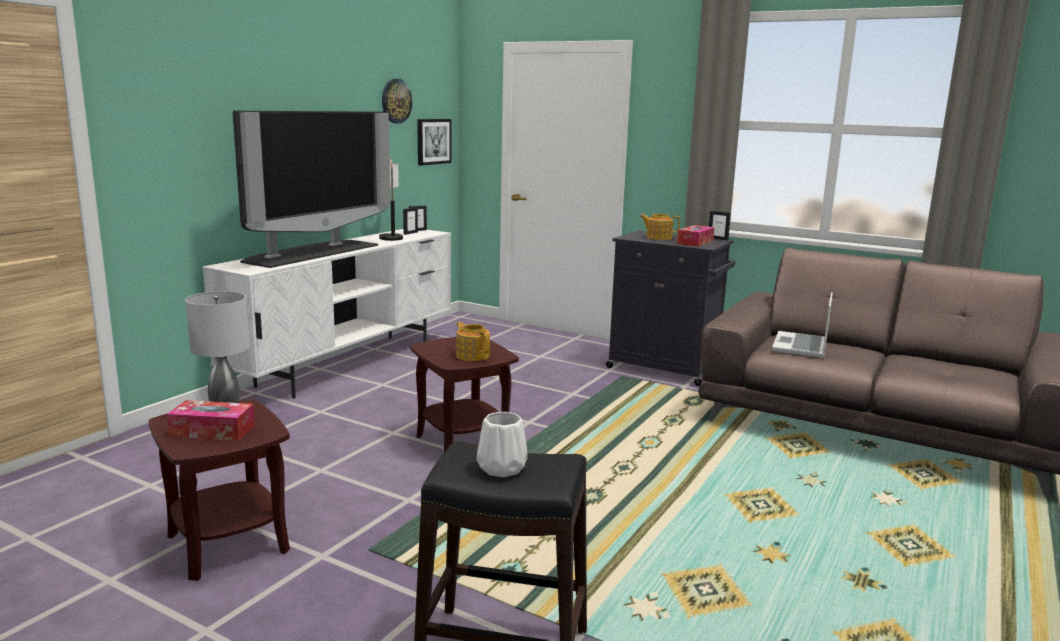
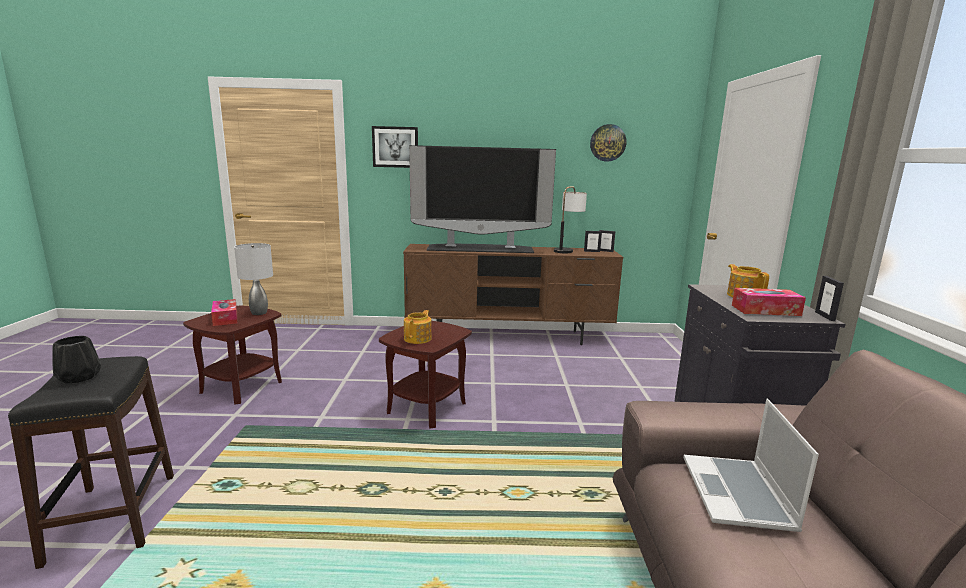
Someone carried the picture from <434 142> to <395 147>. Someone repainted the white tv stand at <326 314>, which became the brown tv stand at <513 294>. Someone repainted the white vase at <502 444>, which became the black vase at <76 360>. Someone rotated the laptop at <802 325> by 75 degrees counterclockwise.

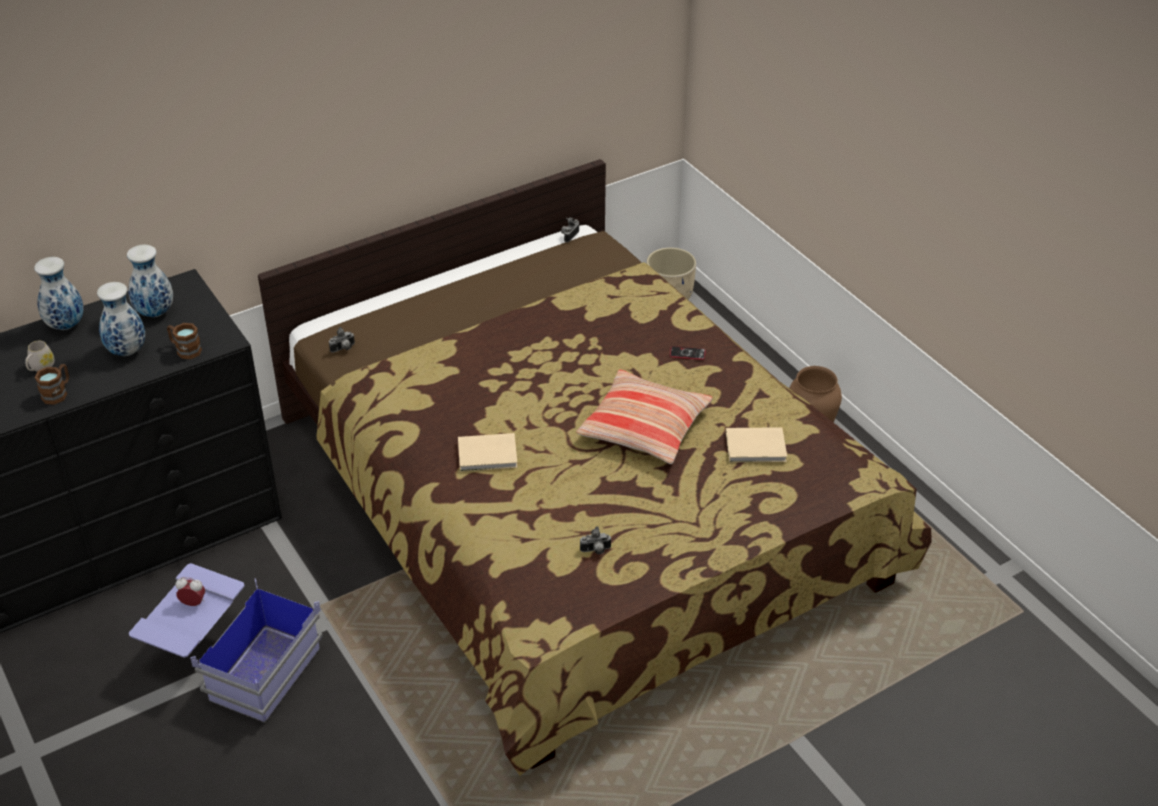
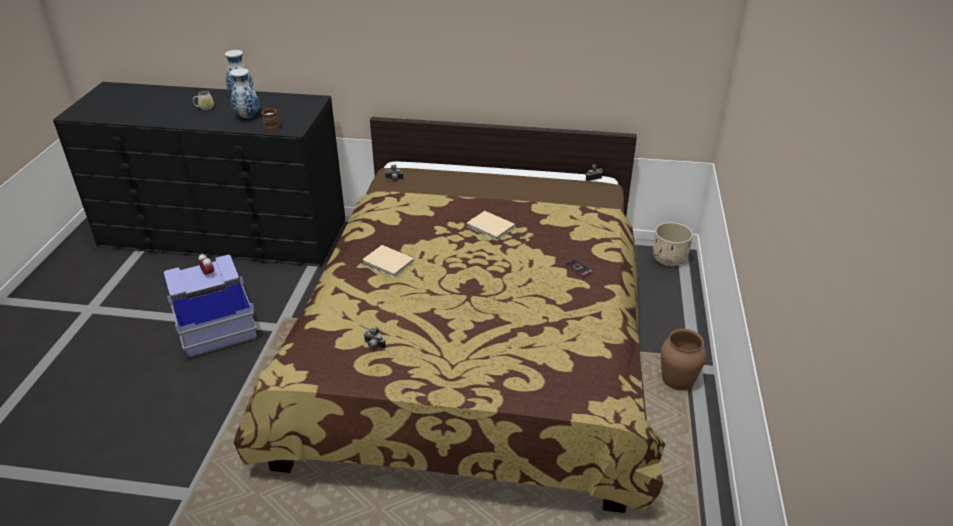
Someone took away the brown mug at <52 384>. Someone took away the vase at <150 281>. Someone took away the pillow at <644 417>. Someone carried the beige book from <756 445> to <490 226>.

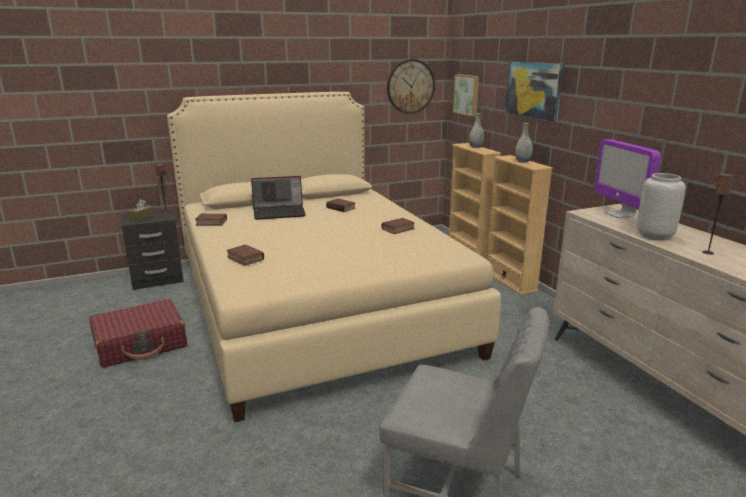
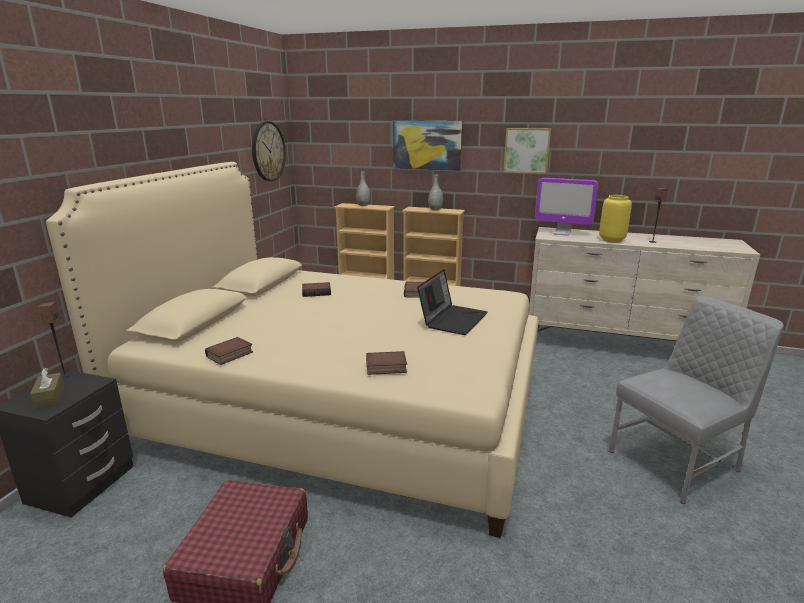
Someone carried the laptop from <278 198> to <452 302>. Someone carried the picture from <466 95> to <527 151>. Someone repainted the grey vase at <661 206>, which became the yellow vase at <615 218>.

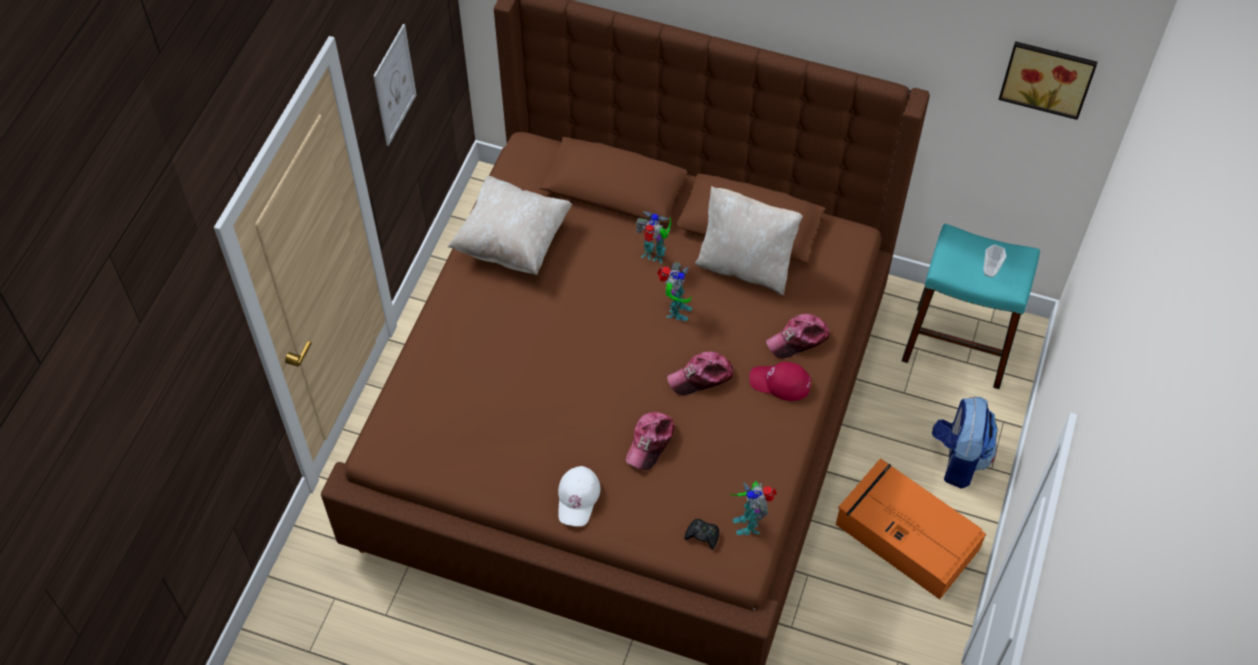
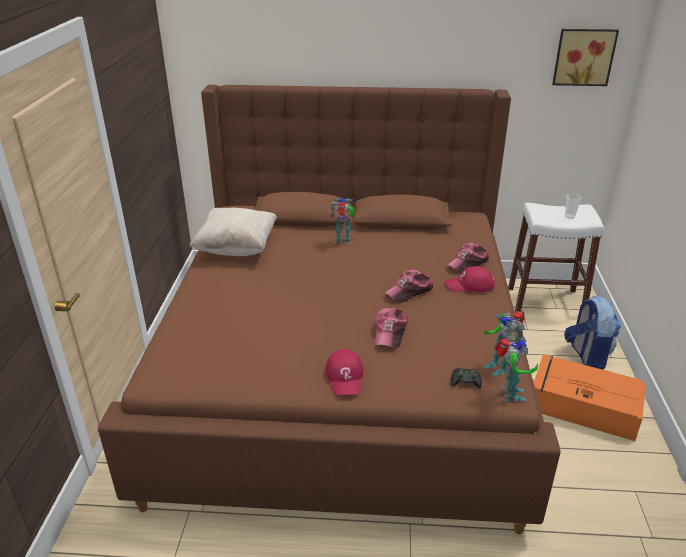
Someone took away the picture at <395 85>. Someone took away the beige pillow at <749 240>. Someone carried the toy robot from <674 291> to <516 368>. Someone repainted the white cap at <579 496>, which became the red cap at <344 372>. Someone repainted the turquoise stool at <971 306>, which became the white stool at <556 257>.

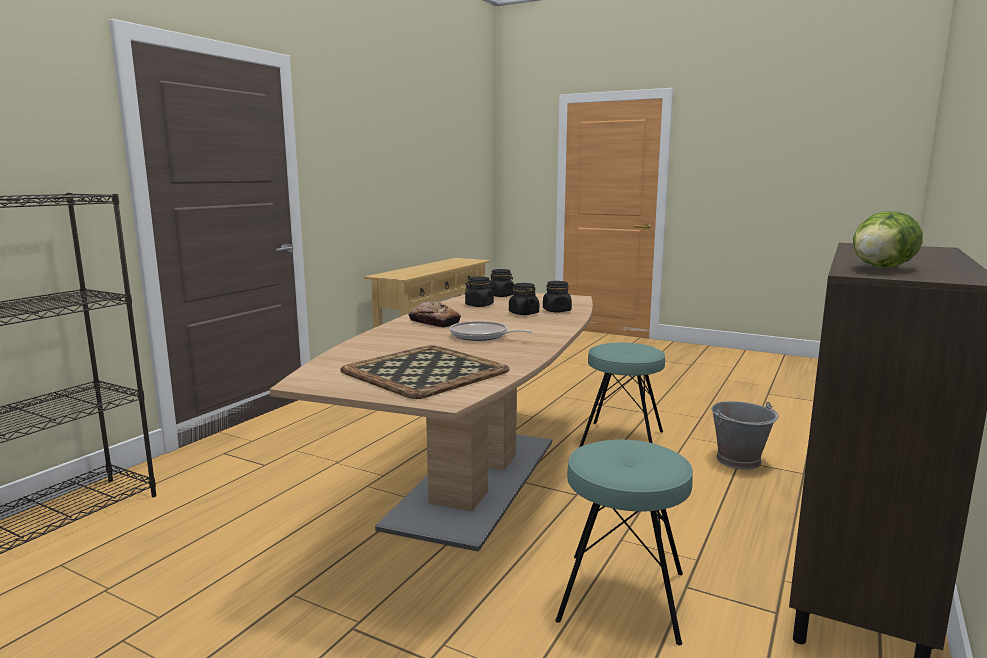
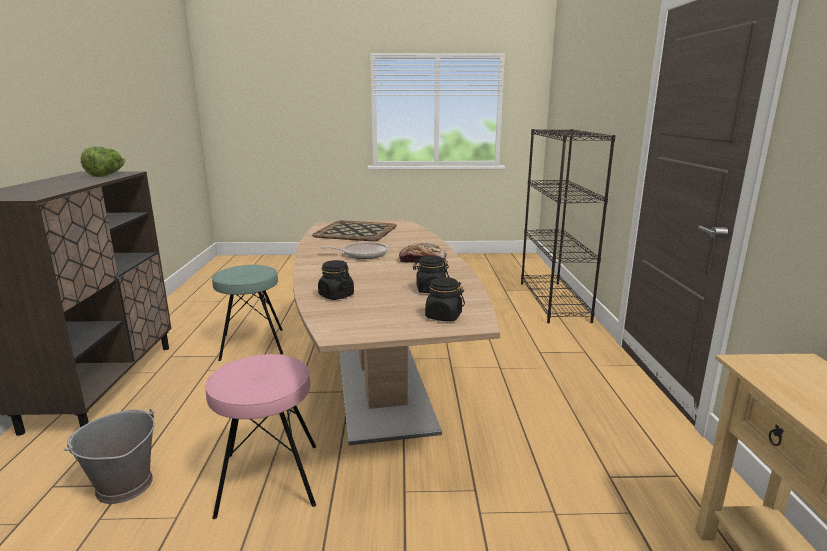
Someone took away the black jar at <524 299>. Someone repainted the turquoise stool at <622 395>, which became the pink stool at <260 436>.

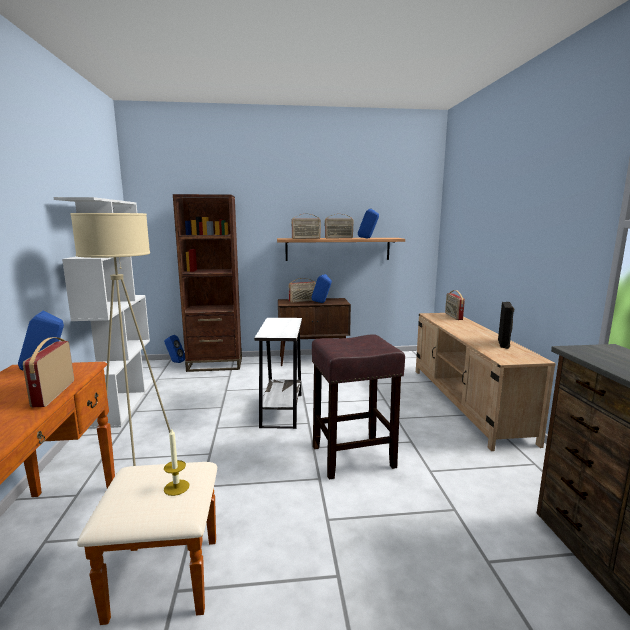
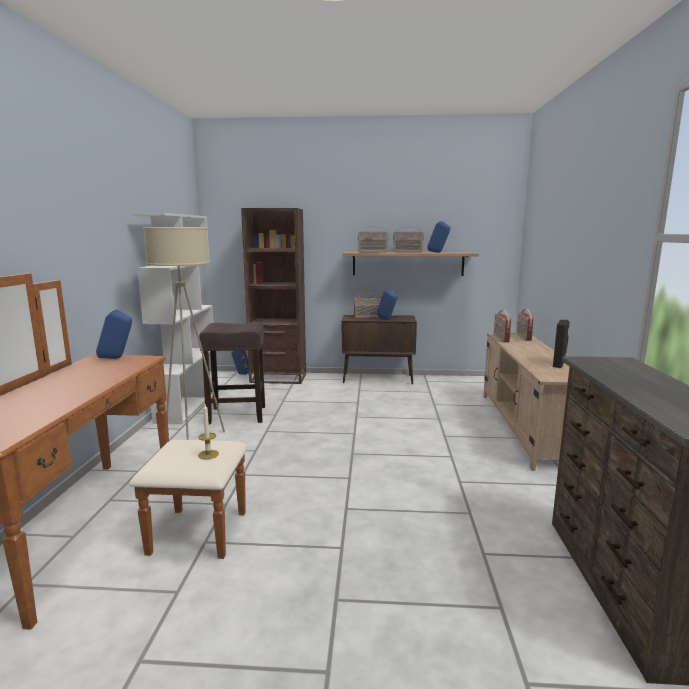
Someone took away the white side table at <278 373>. Someone carried the radio from <48 372> to <502 326>. Someone carried the brown stool from <358 407> to <232 373>.

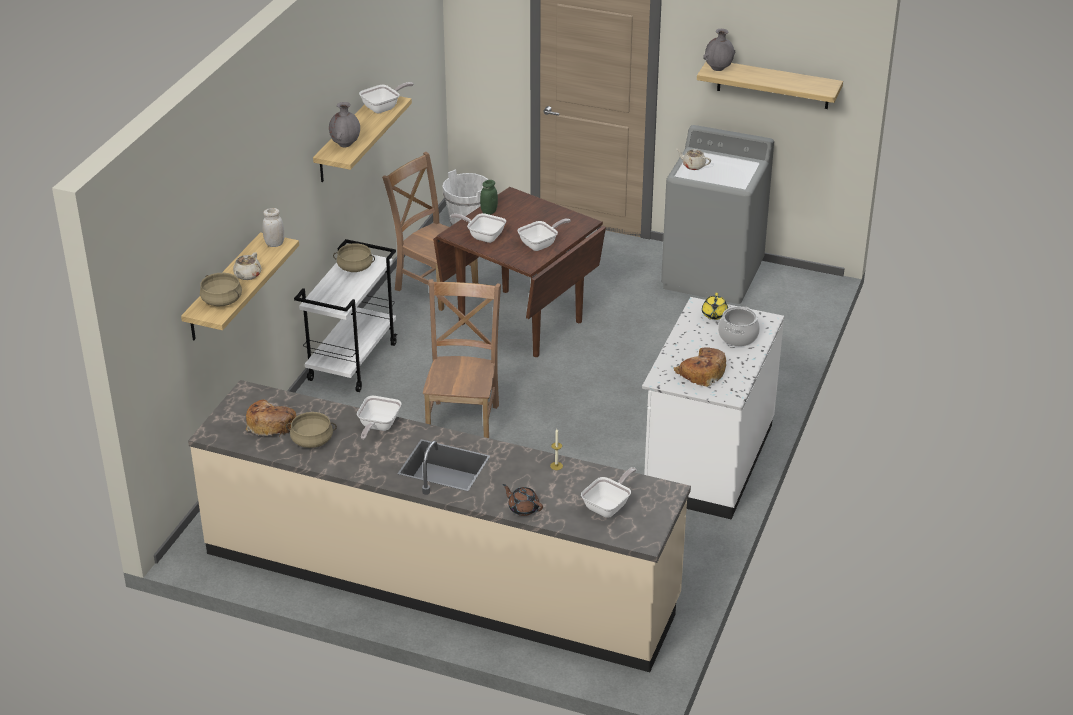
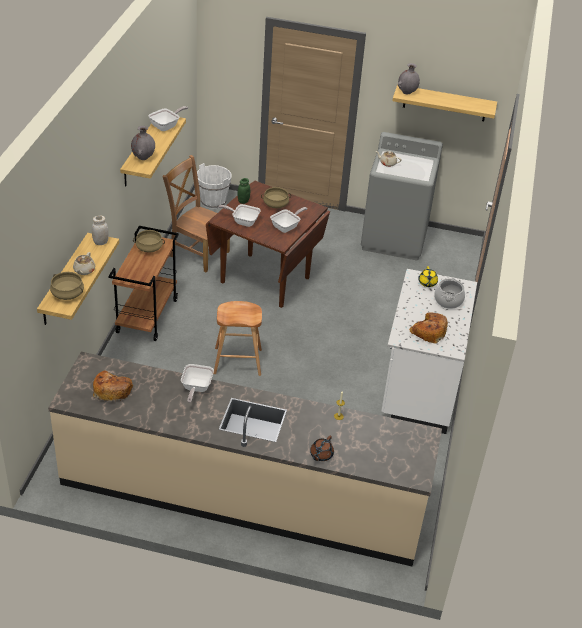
Someone took away the frying pan at <609 492>. Someone carried the beige cooking pot from <311 430> to <276 197>. Someone swapped the brown chair at <462 358> for the brown stool at <237 338>. Someone repainted the white cart at <345 315>, which became the brown cart at <143 283>. Someone rotated the brown teapot at <523 500> by 90 degrees counterclockwise.

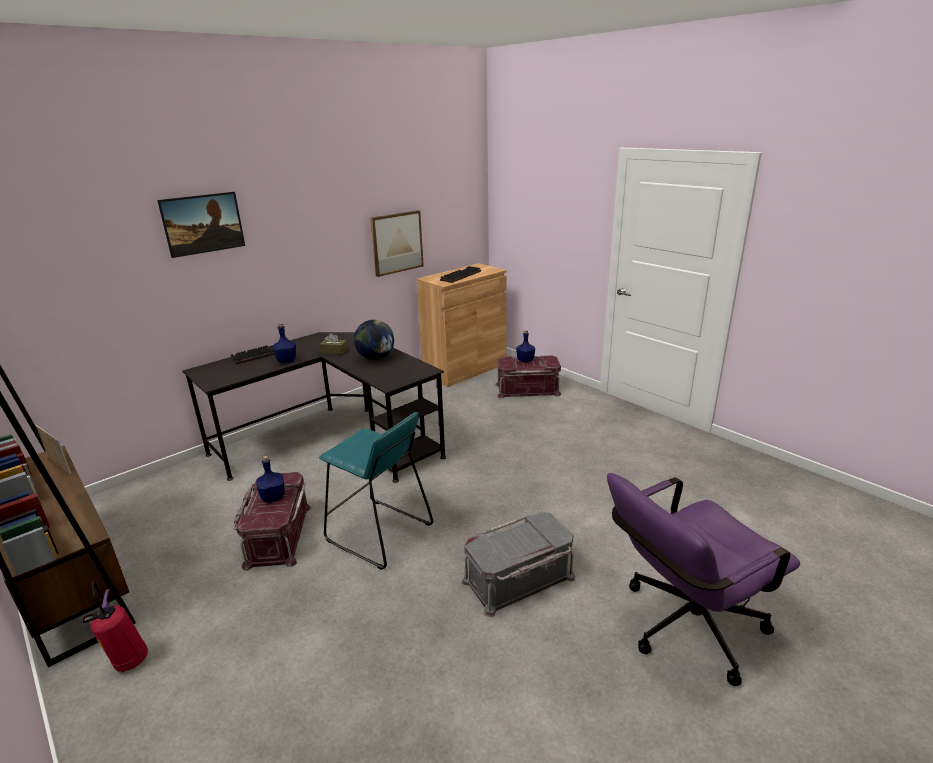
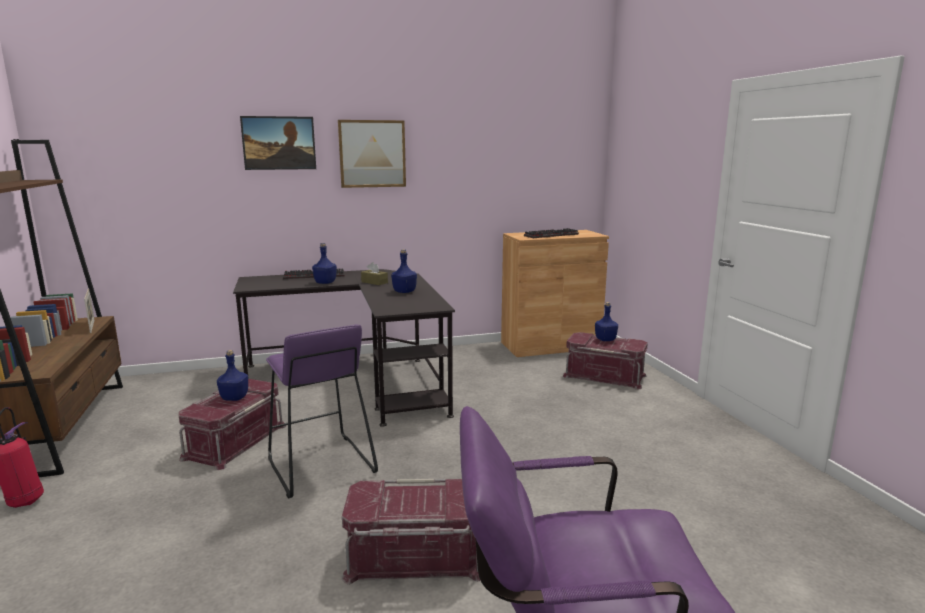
Someone carried the picture from <397 243> to <372 154>. Someone swapped the globe at <374 340> for the blue bottle at <404 271>. Someone repainted the turquoise stool at <376 491>, which became the purple stool at <322 411>. Someone repainted the grey storage box at <518 564>, which became the red storage box at <410 532>.

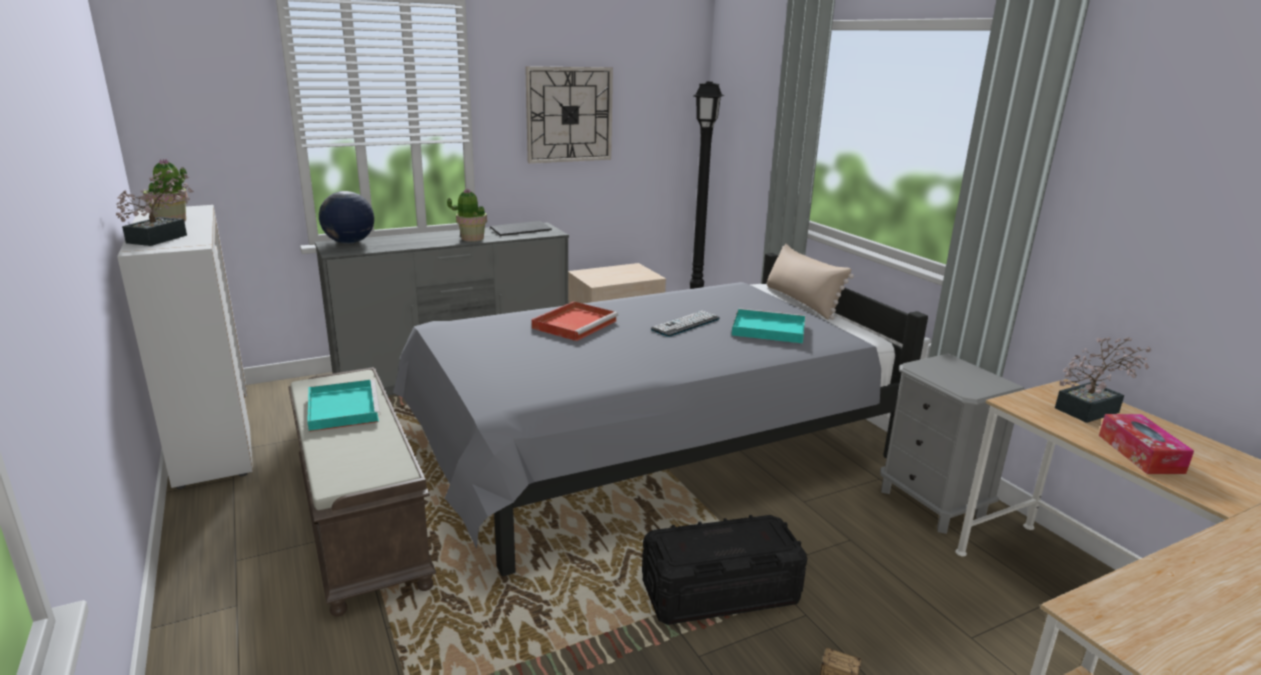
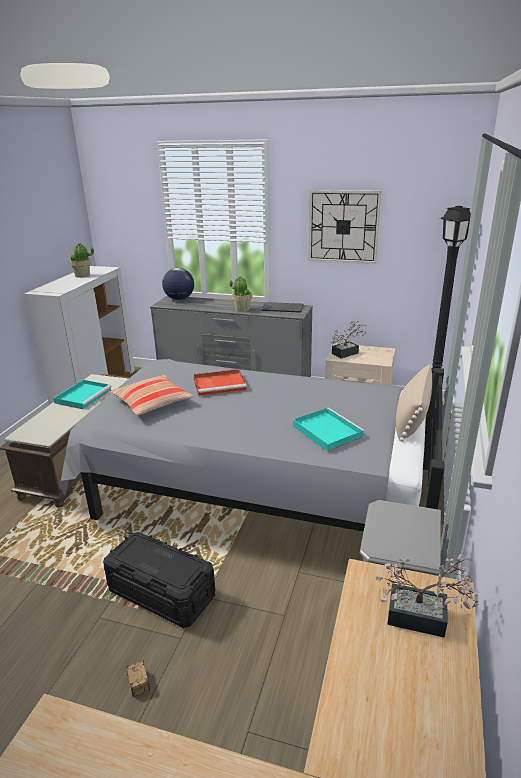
Someone took away the keyboard at <685 324>. Someone took away the tissue box at <1146 444>. Someone put down the pillow at <152 395>. Someone carried the potted plant from <155 207> to <349 339>.

